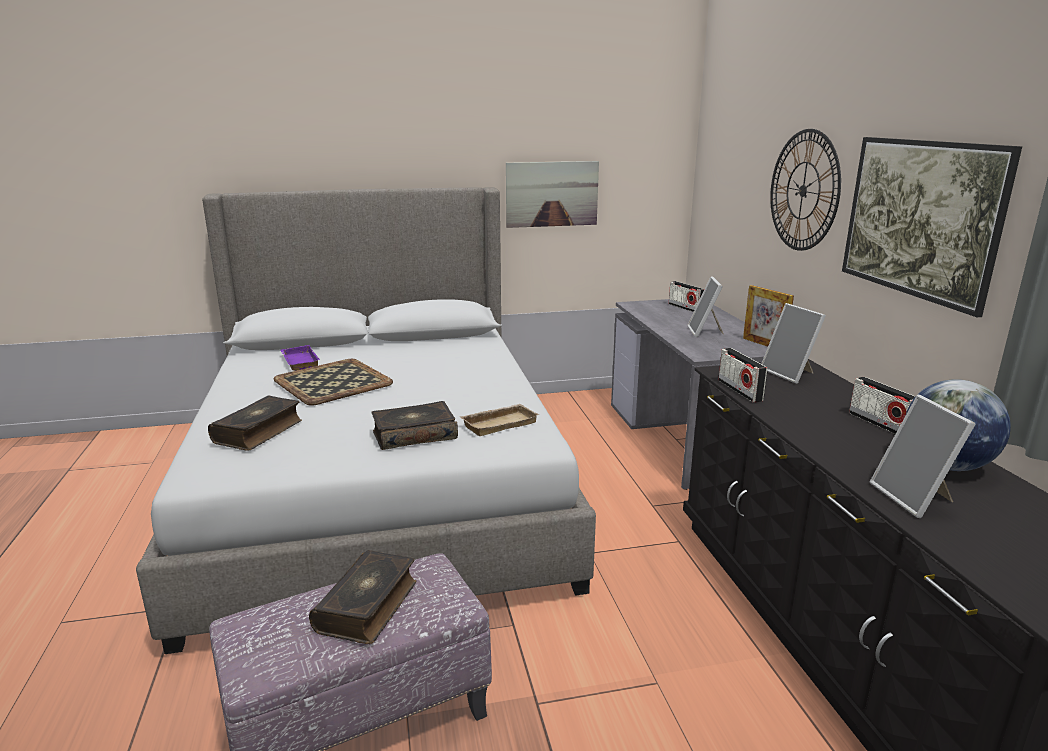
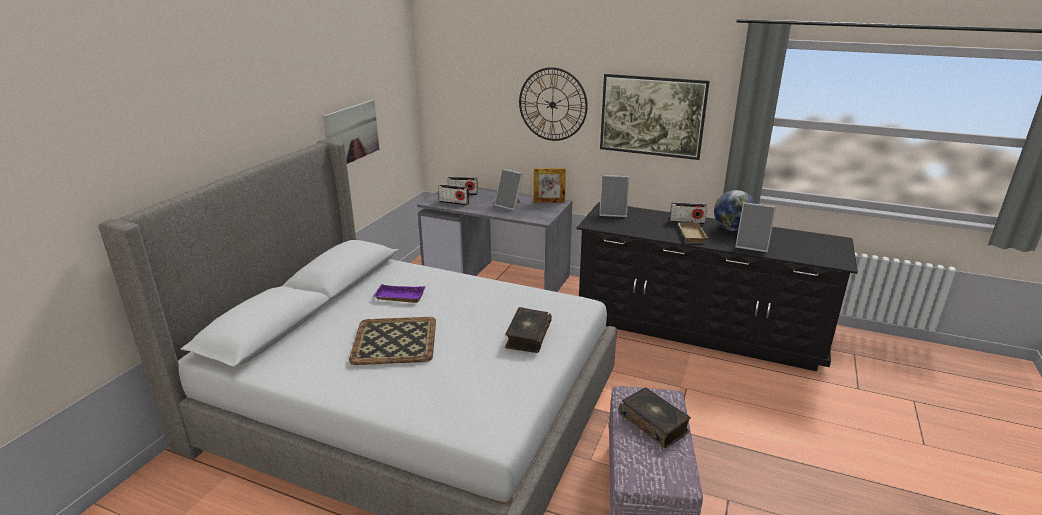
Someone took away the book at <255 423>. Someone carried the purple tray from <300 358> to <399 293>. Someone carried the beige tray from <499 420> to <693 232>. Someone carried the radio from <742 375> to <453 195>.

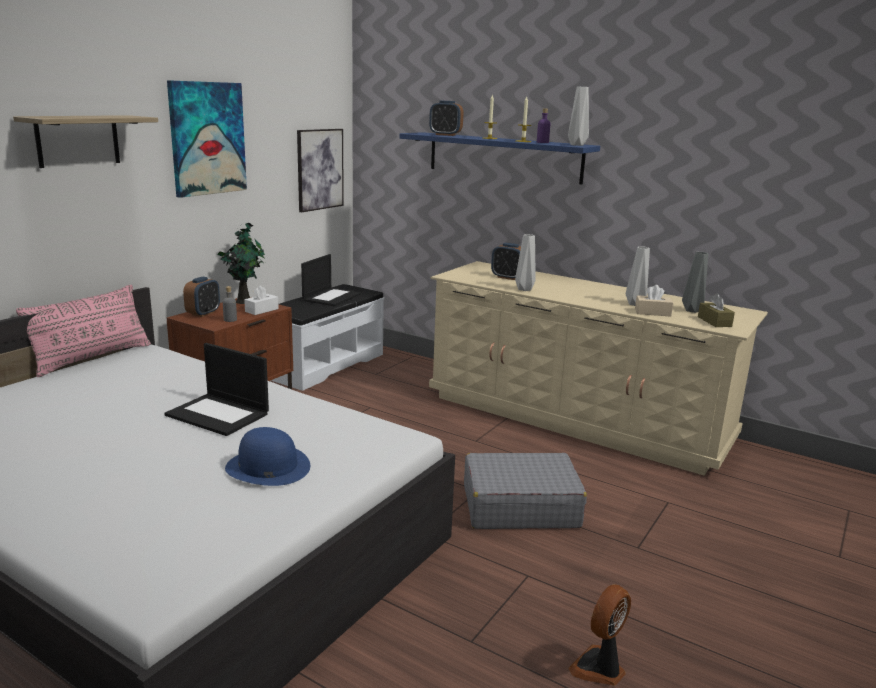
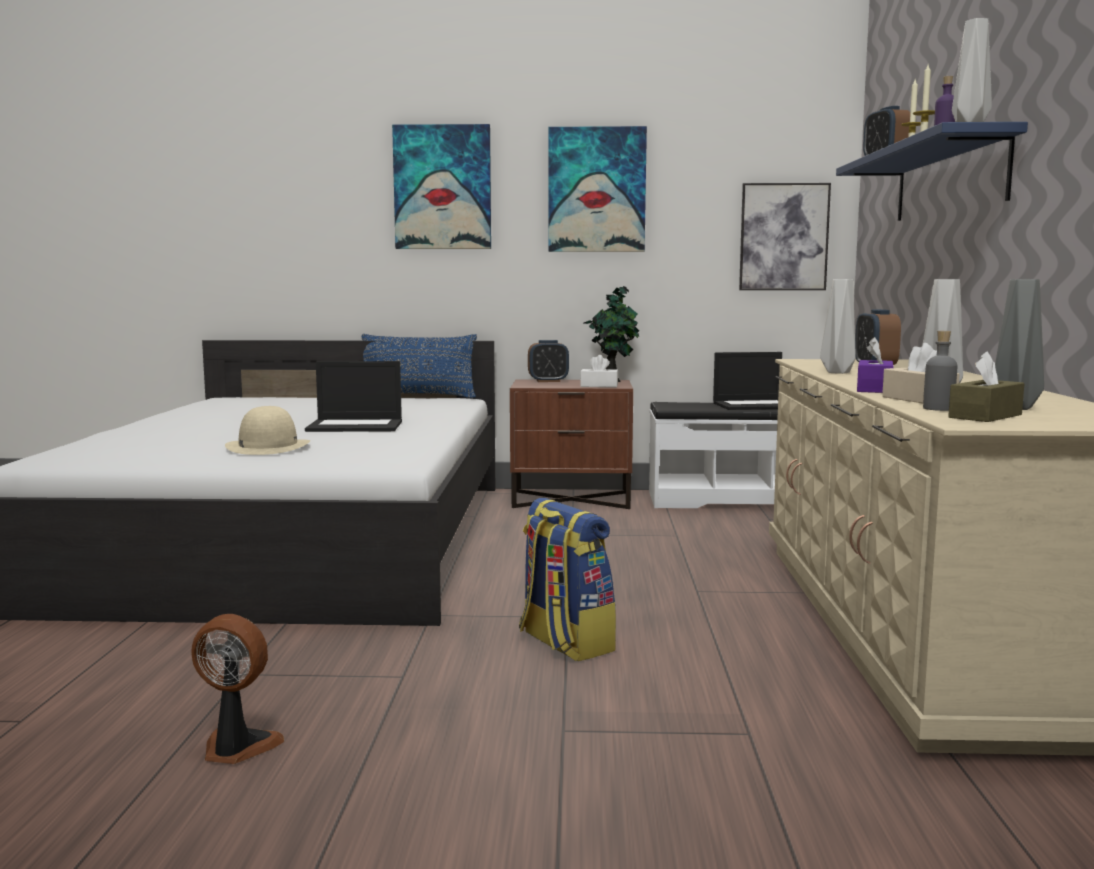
Someone put down the purple tissue box at <875 365>. Someone carried the grey bottle from <230 304> to <940 371>. Someone swapped the shelf at <85 141> for the picture at <441 186>. Someone swapped the grey suitcase at <525 491> for the backpack at <567 579>. Someone repainted the pink pillow at <83 331>, which became the blue pillow at <419 366>. Someone repainted the blue hat at <267 456>, which became the beige hat at <267 430>. Someone rotated the laptop at <216 389> by 90 degrees counterclockwise.

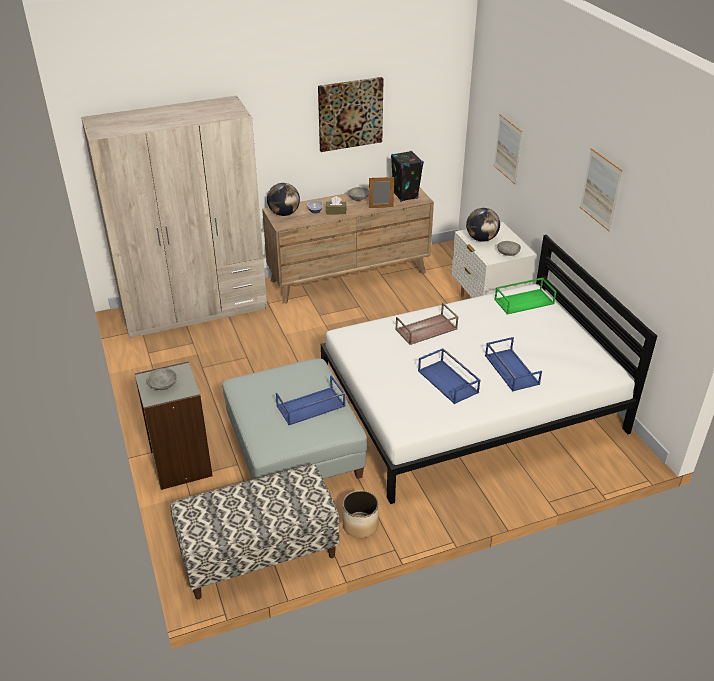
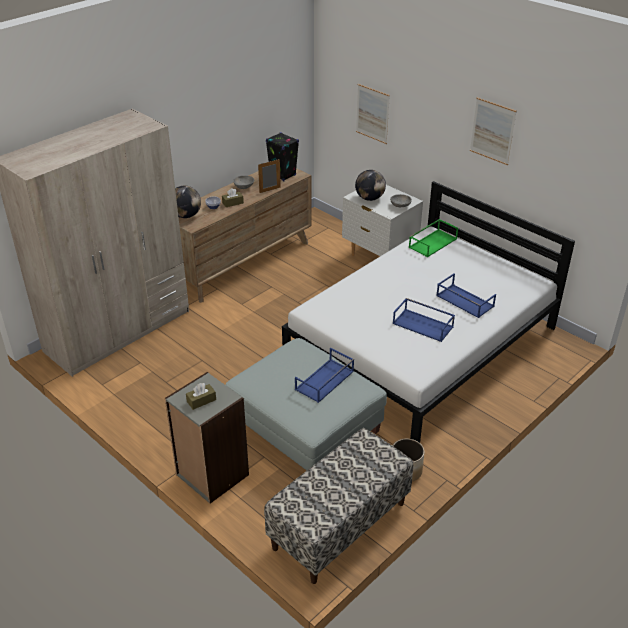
Someone took away the picture at <351 114>. Someone took away the brown tray at <427 323>. Someone swapped the grey bowl at <161 379> for the brown tissue box at <201 396>.

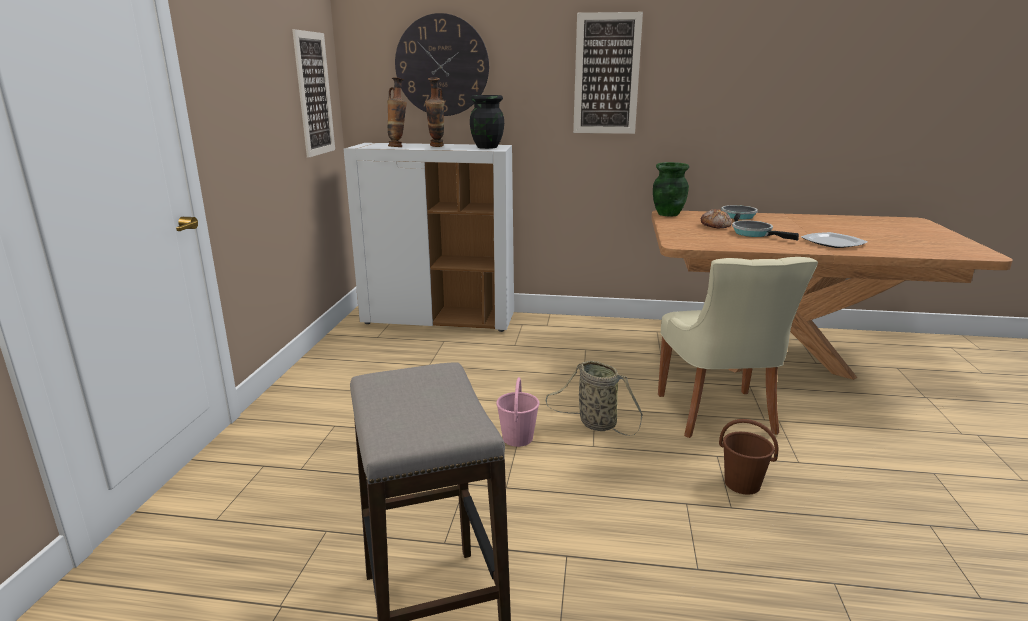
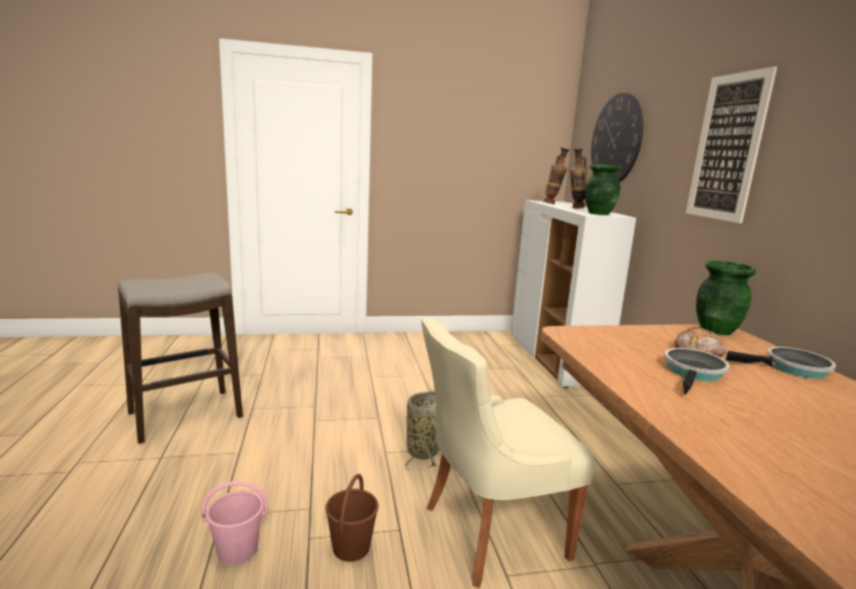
Someone took away the picture at <313 93>. Someone took away the plate at <834 240>. Someone carried the pink bucket from <518 412> to <234 523>. Someone repainted the black vase at <487 122>, which became the green vase at <603 189>.

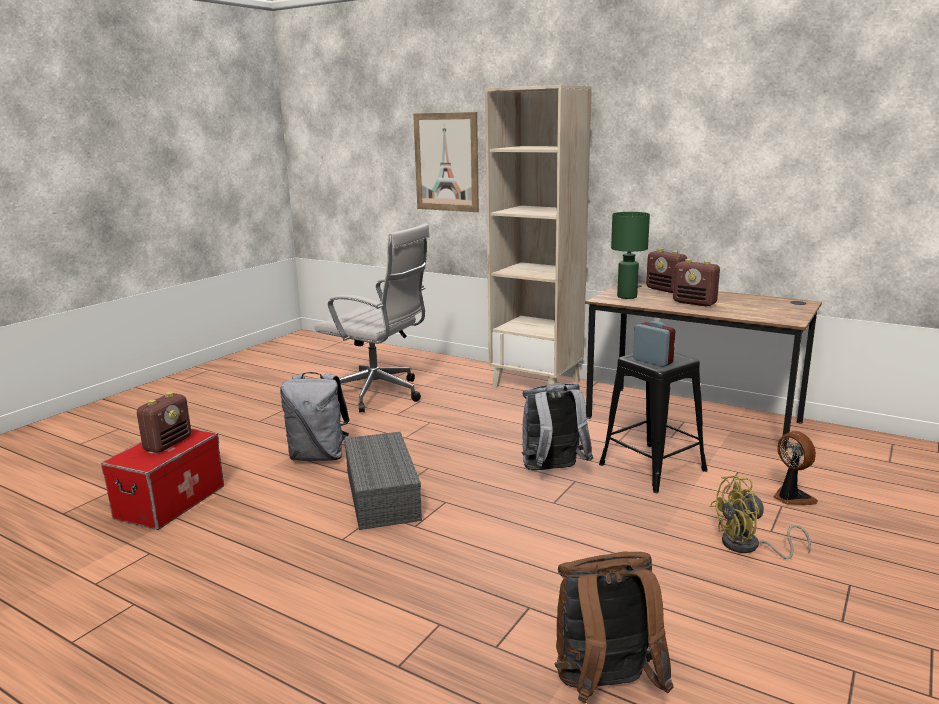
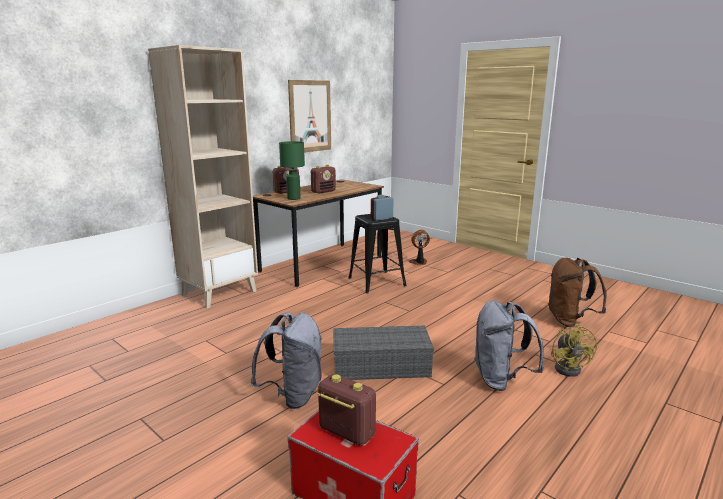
Someone took away the white office chair at <372 318>. Someone carried the picture from <446 162> to <309 116>. Someone carried the grey backpack from <557 426> to <509 345>. Someone carried the yellow fan from <760 517> to <574 350>.

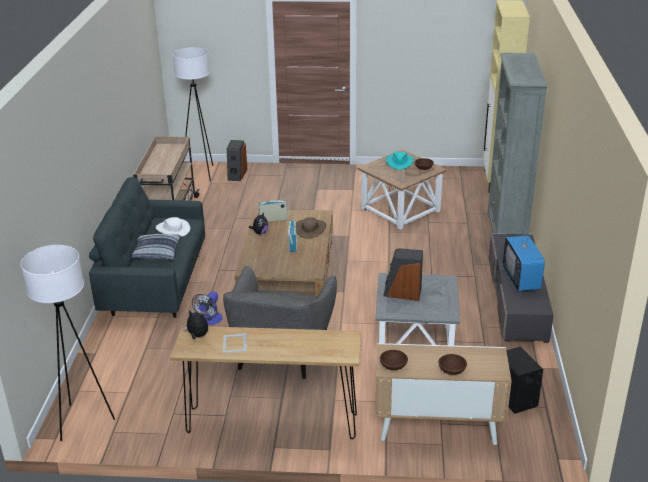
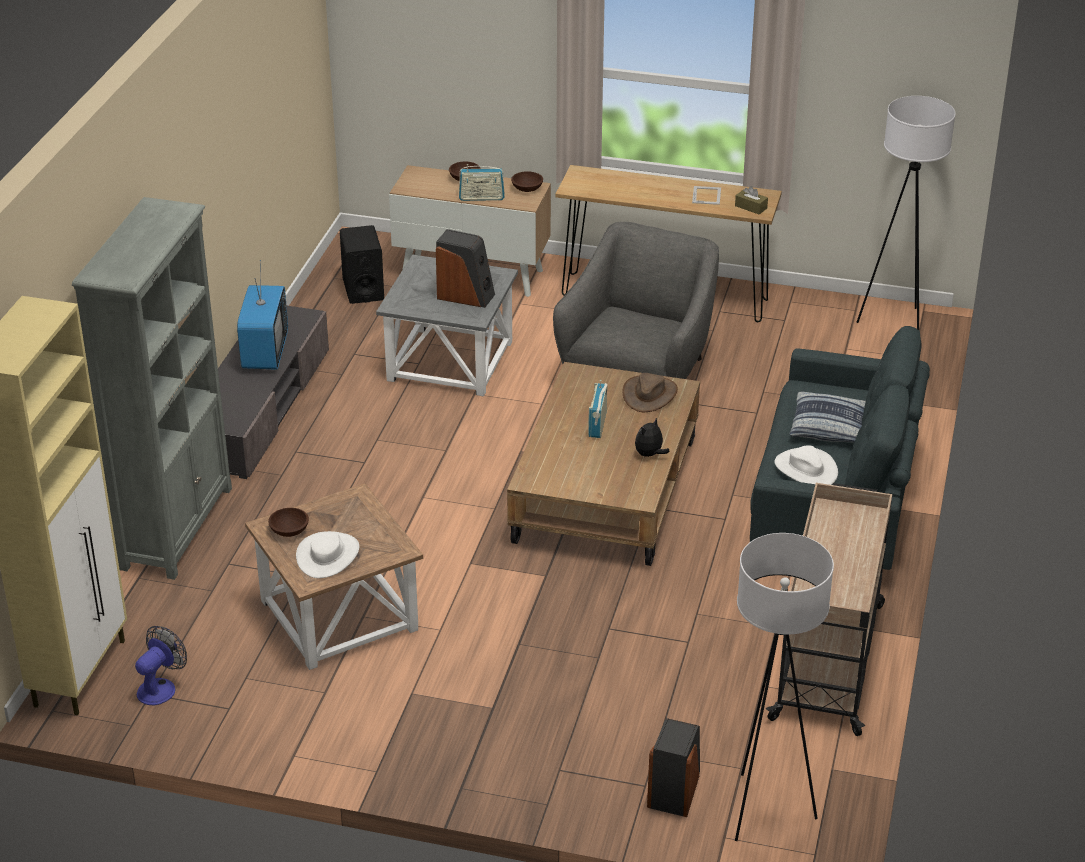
Someone carried the fan from <207 308> to <161 665>. Someone carried the radio from <273 209> to <481 182>. Someone carried the brown hat from <311 228> to <650 392>. Someone swapped the plush toy at <195 324> for the brown tissue box at <751 200>. Someone repainted the turquoise hat at <400 161>, which became the white hat at <327 554>.

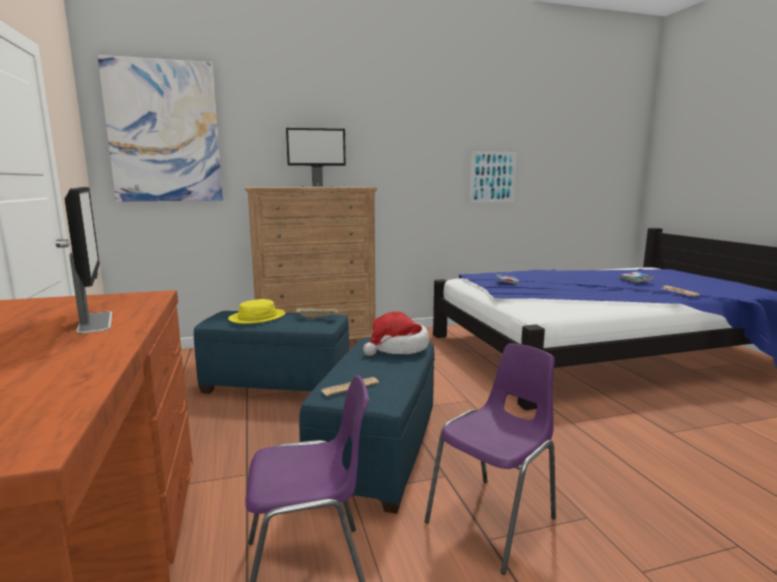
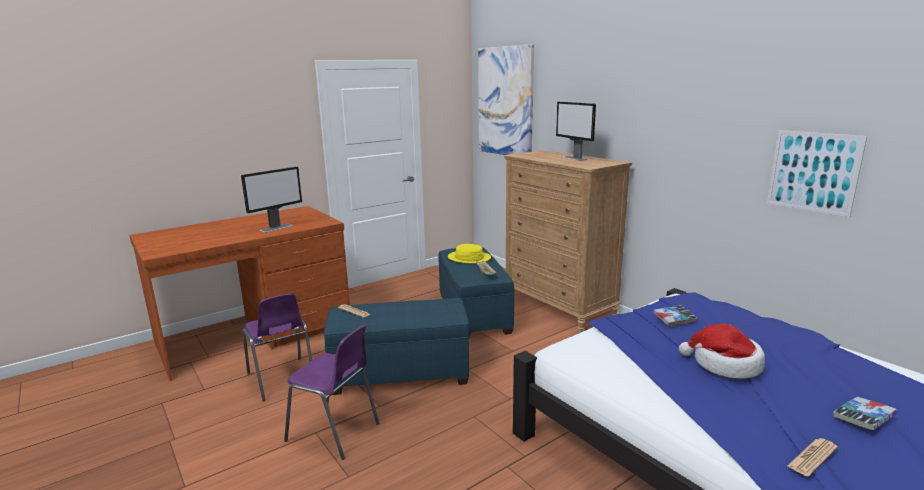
Someone carried the hat from <396 333> to <722 351>.

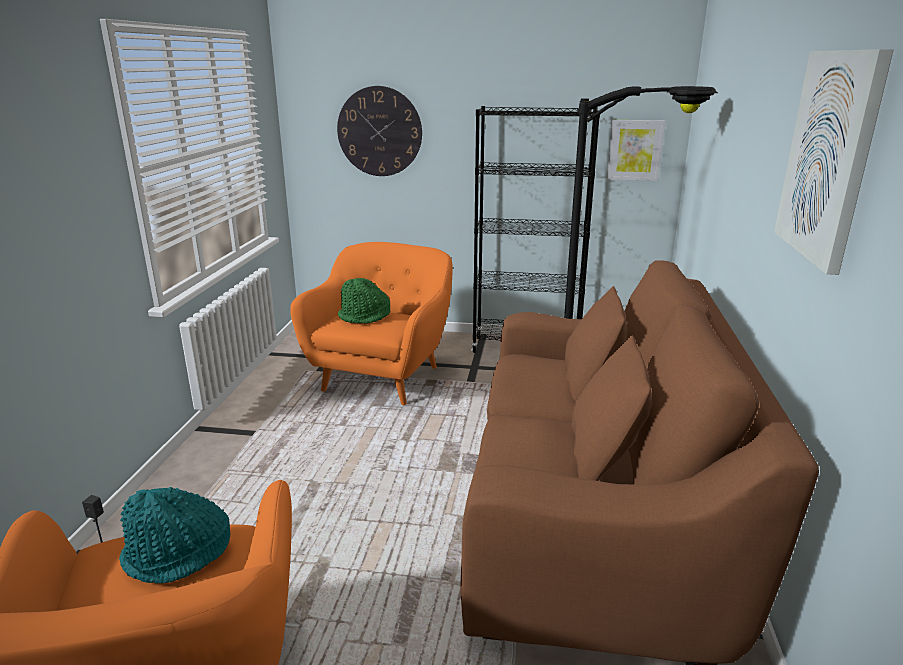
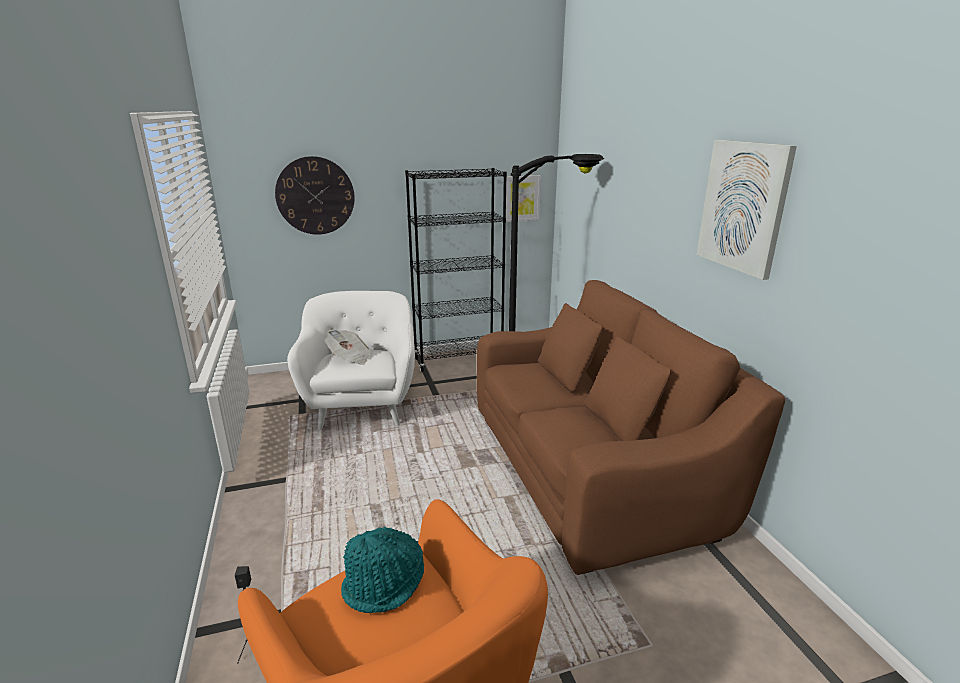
Someone swapped the green hat at <364 301> for the newspaper at <348 347>. Someone repainted the orange armchair at <371 323>, which became the white armchair at <351 360>.

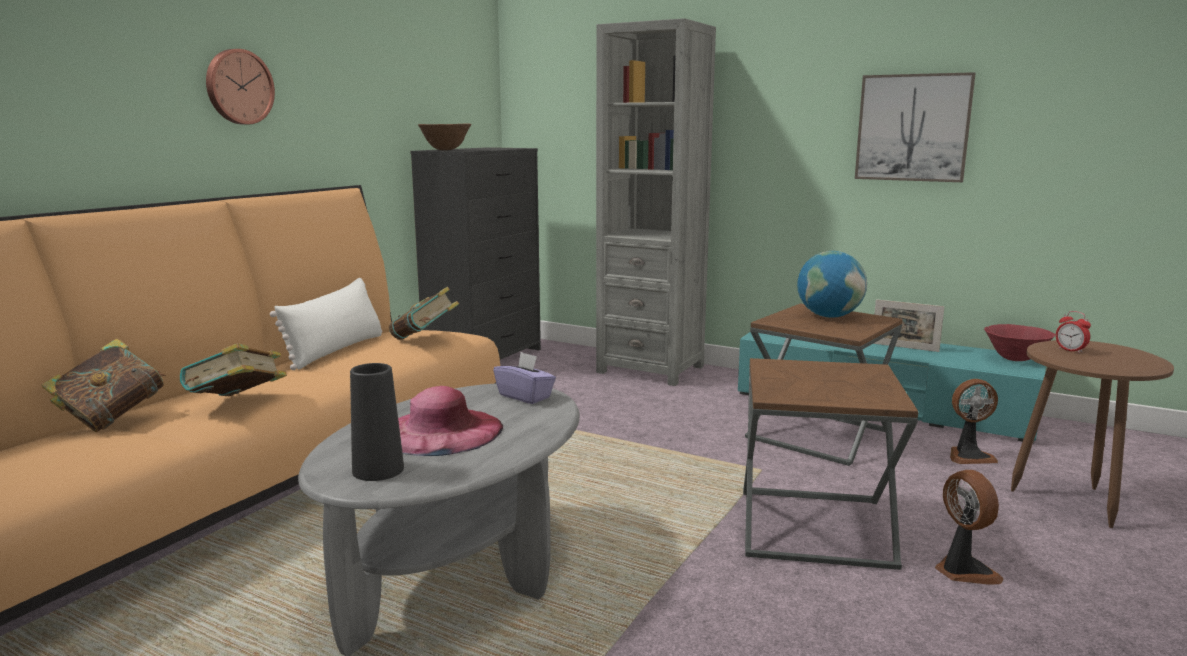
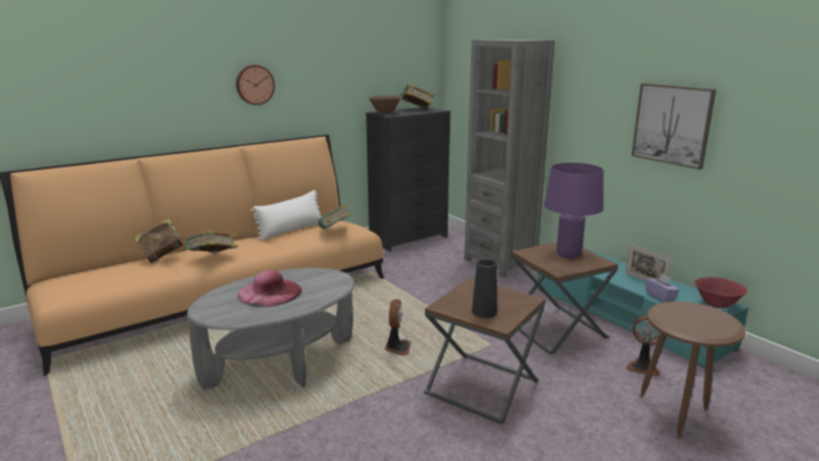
Someone took away the alarm clock at <1073 332>. Someone put down the book at <417 96>. Someone carried the black vase from <377 422> to <484 288>. Someone carried the purple tissue box from <524 378> to <662 287>. Someone carried the fan from <969 527> to <398 327>. Someone swapped the globe at <832 284> for the purple table lamp at <574 210>.

